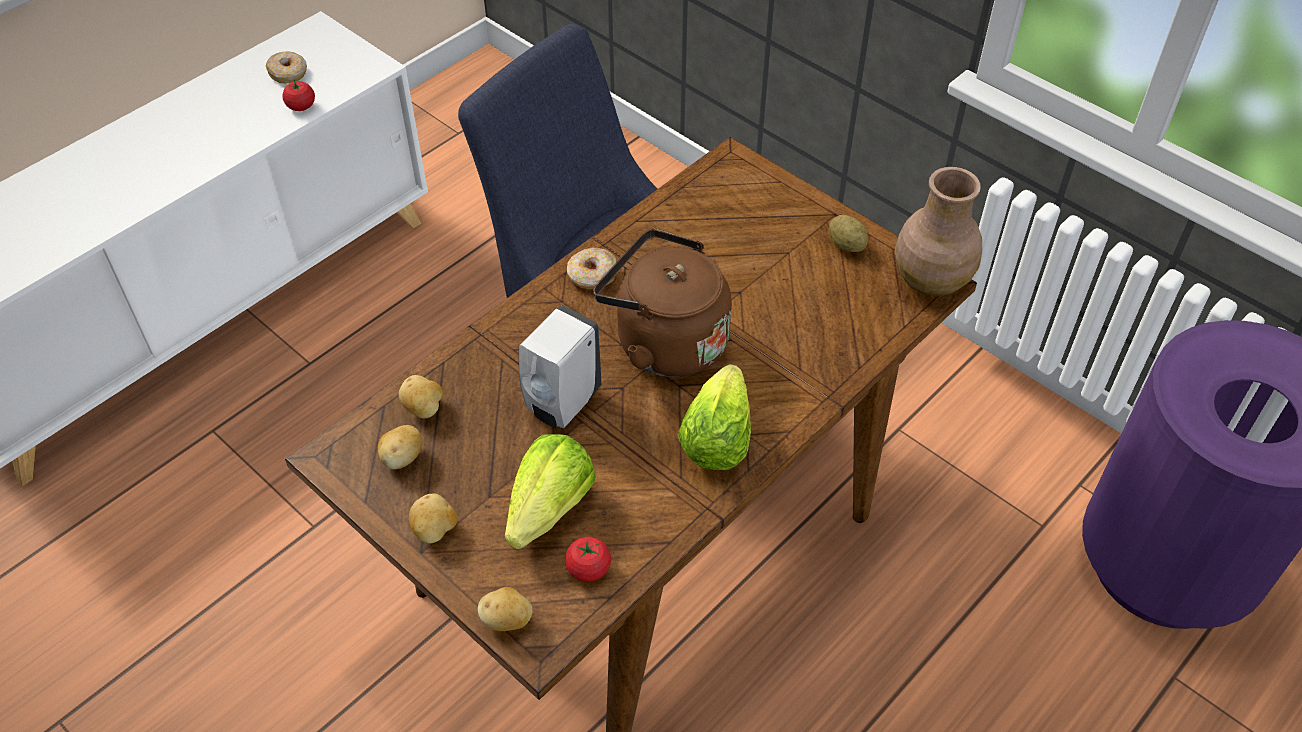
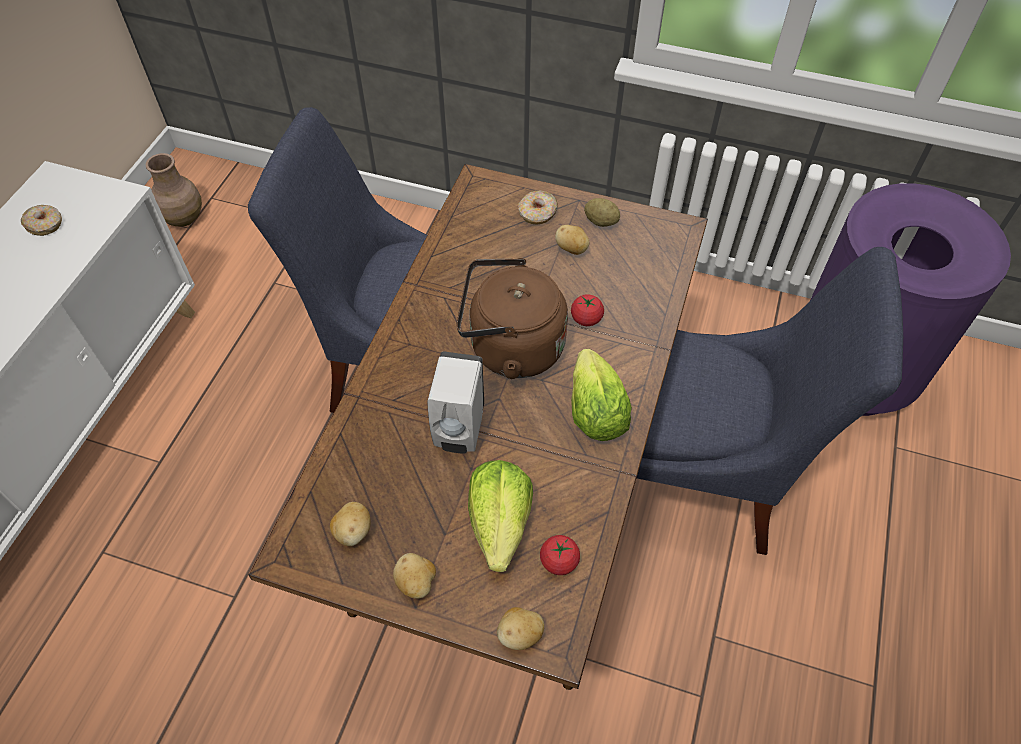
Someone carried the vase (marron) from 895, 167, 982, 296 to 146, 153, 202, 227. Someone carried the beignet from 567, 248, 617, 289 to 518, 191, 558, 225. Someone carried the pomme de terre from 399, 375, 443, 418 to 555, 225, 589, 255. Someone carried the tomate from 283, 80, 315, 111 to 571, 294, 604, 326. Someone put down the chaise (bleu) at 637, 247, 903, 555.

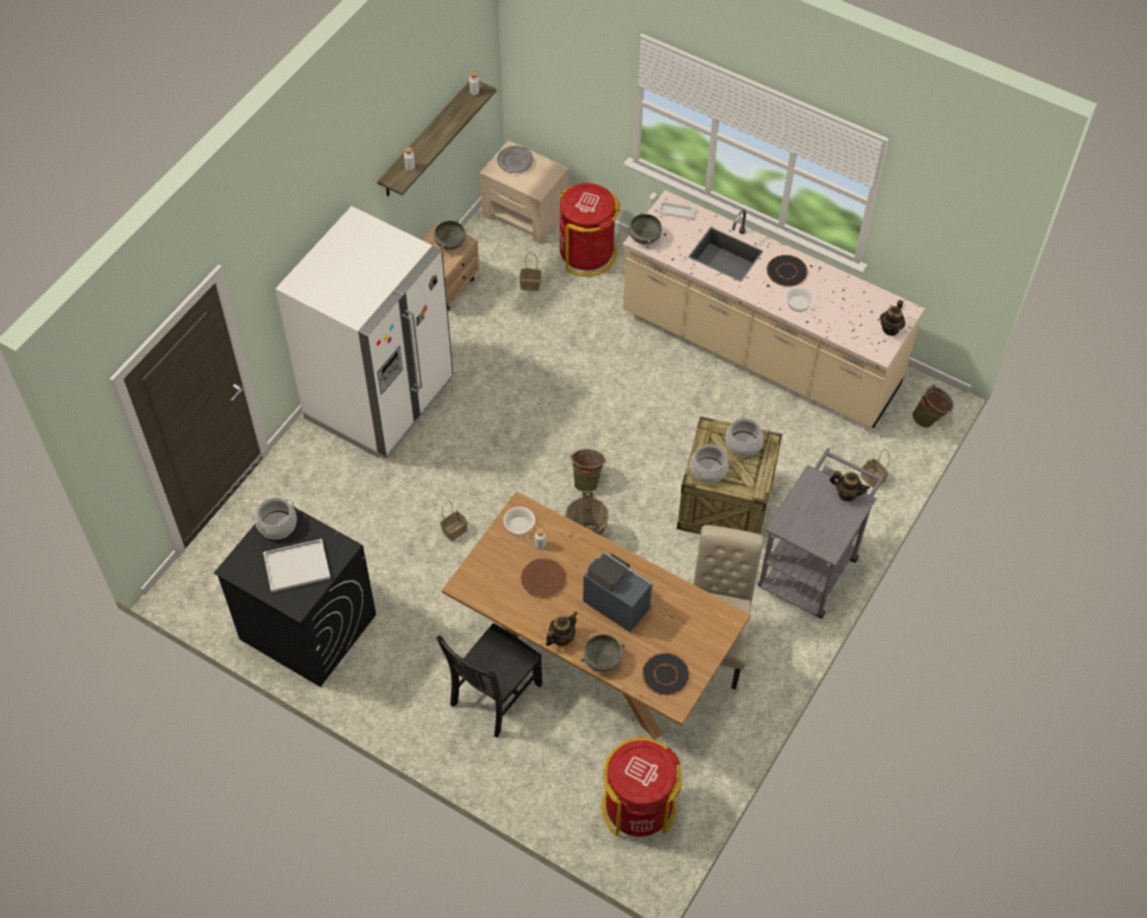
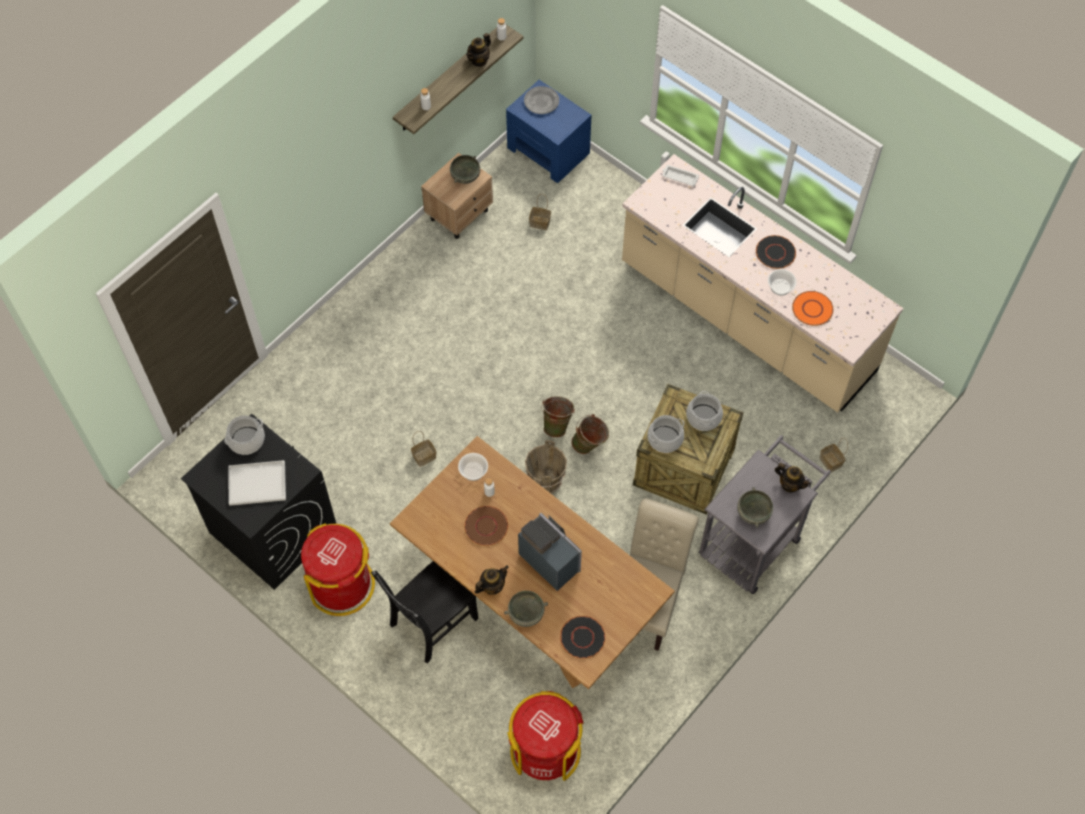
Someone carried the poubelle (rouge) from 560, 183, 620, 276 to 301, 523, 375, 616. Someone carried the théière from 880, 300, 905, 336 to 466, 33, 491, 67. Someone repainted the table de chevet (beige) at 480, 140, 569, 244, which became the table de chevet (bleu) at 506, 80, 592, 183. Someone carried the seau (vert) from 912, 384, 953, 428 to 571, 414, 609, 454. Someone carried the bol (gris) from 629, 213, 662, 245 to 737, 487, 773, 528. Someone put down the assiette (orange) at 792, 291, 833, 326. Someone took away the réfrigérateur (blanc) at 275, 206, 453, 460.

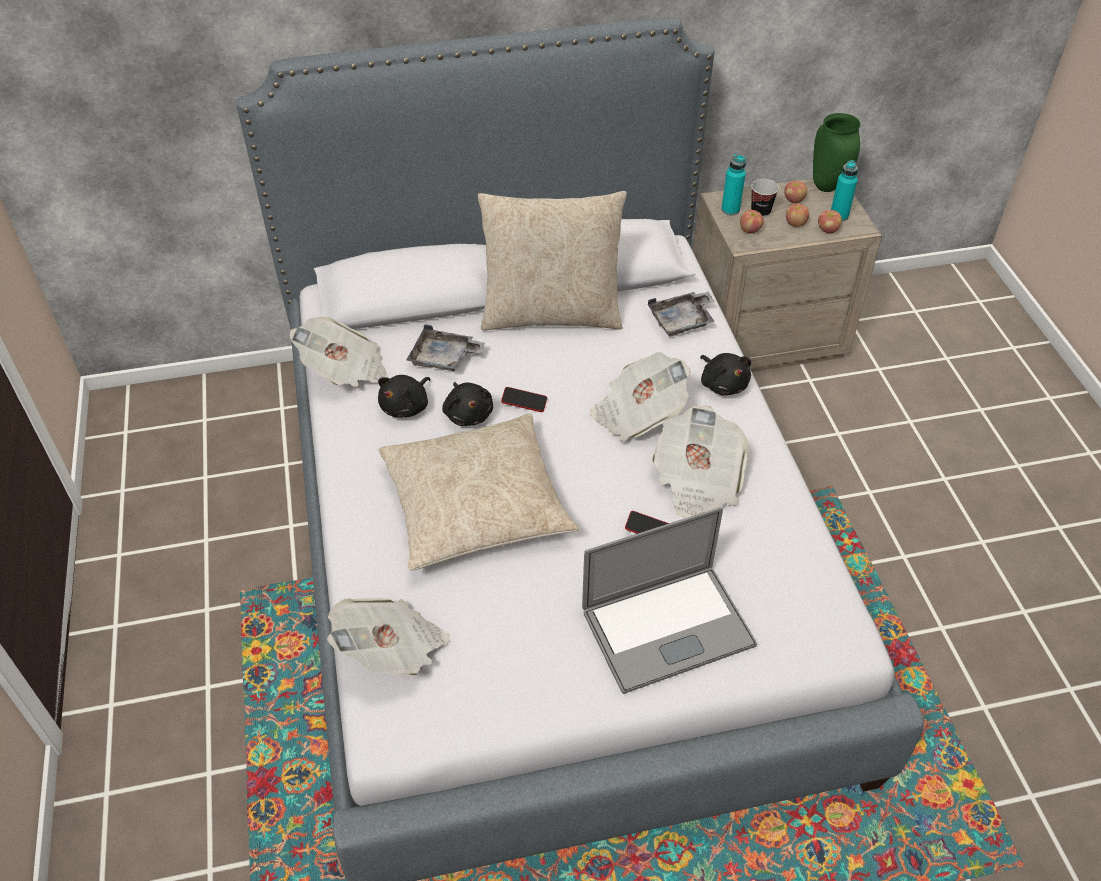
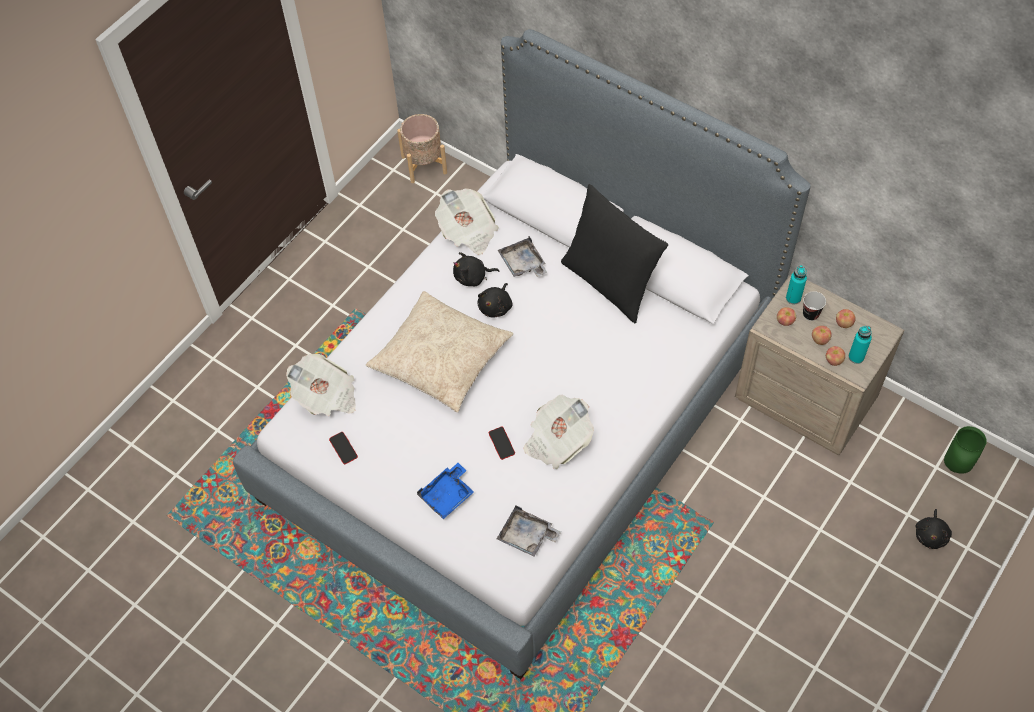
Someone carried the téléphone from 501, 387, 547, 412 to 329, 432, 358, 464. Someone put down the cache-pot (beige) at 397, 114, 447, 183. Someone swapped the ordinateur portable at 582, 507, 757, 694 for the plateau (bleu) at 417, 463, 474, 519. Someone carried the plateau (gris) from 648, 292, 714, 336 to 497, 505, 561, 556. Someone repainted the coussin (beige) at 478, 191, 627, 331, which became the coussin (noir) at 561, 184, 668, 323. Someone carried the peluche (noir) from 700, 353, 751, 395 to 916, 509, 952, 549. Someone carried the vase (vert) from 813, 113, 860, 192 to 944, 426, 987, 473. Someone took away the journal at 590, 352, 691, 442.

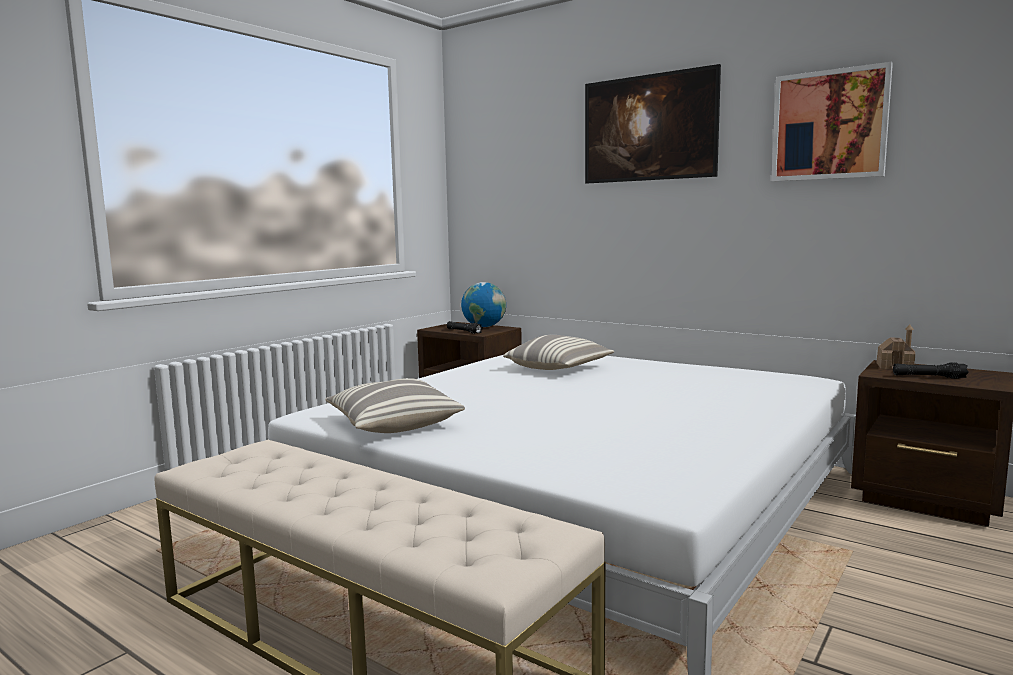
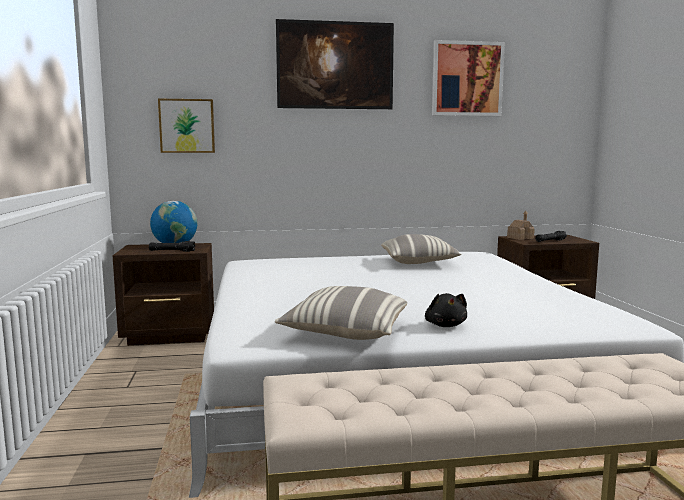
Someone put up the tableau at 158, 99, 215, 153. Someone carried the coussin from 503, 335, 614, 370 to 381, 234, 462, 264. Someone put down the peluche (noir) at 425, 293, 467, 327.

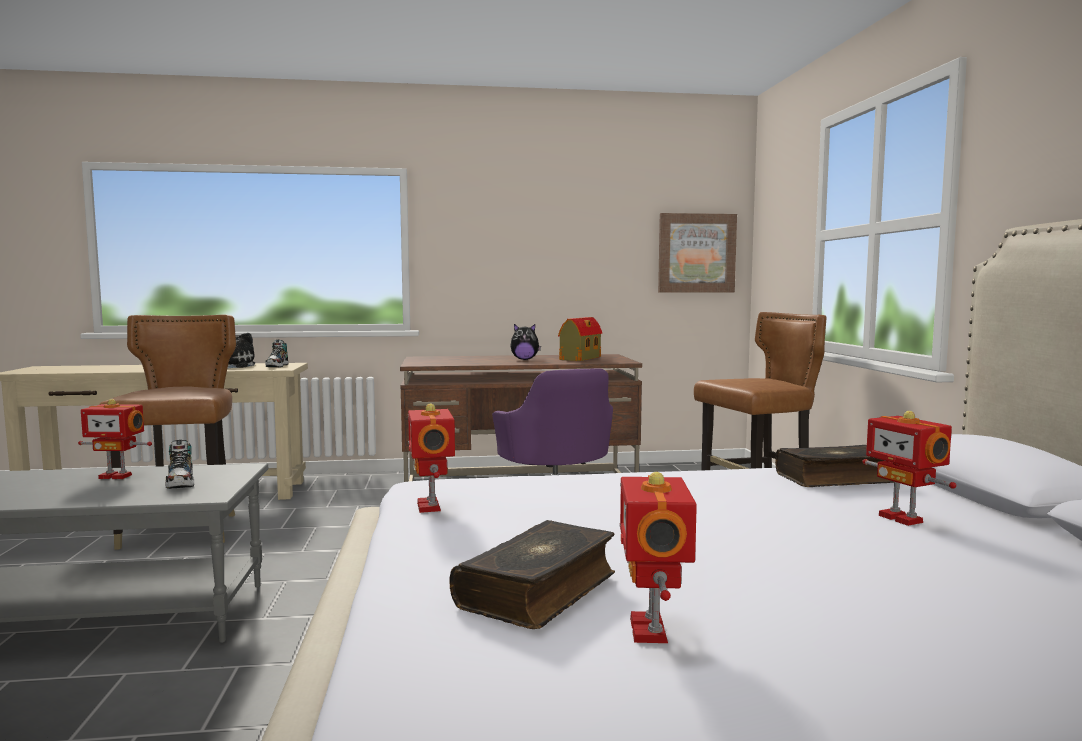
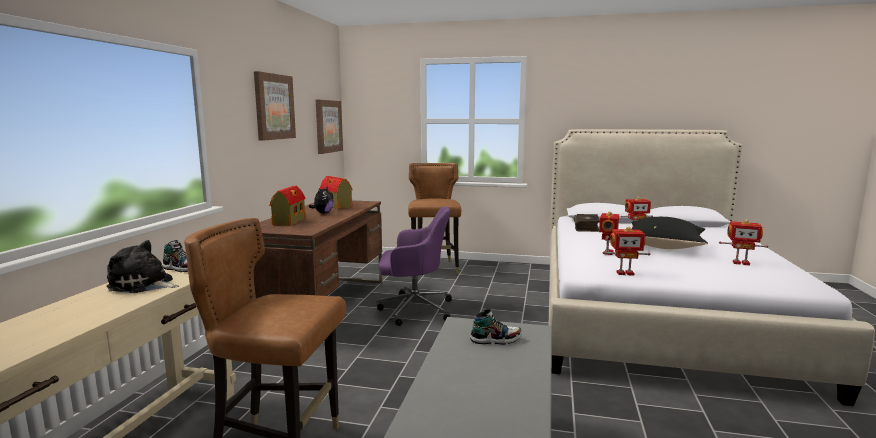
Someone put up the tableau at 254, 71, 296, 141. Someone put down the maison miniature at 270, 186, 305, 226. Someone carried the robot jouet from 78, 399, 152, 479 to 599, 211, 619, 255. Someone put down the coussin (noir) at 631, 217, 708, 249. Someone took away the livre at 449, 520, 615, 629.

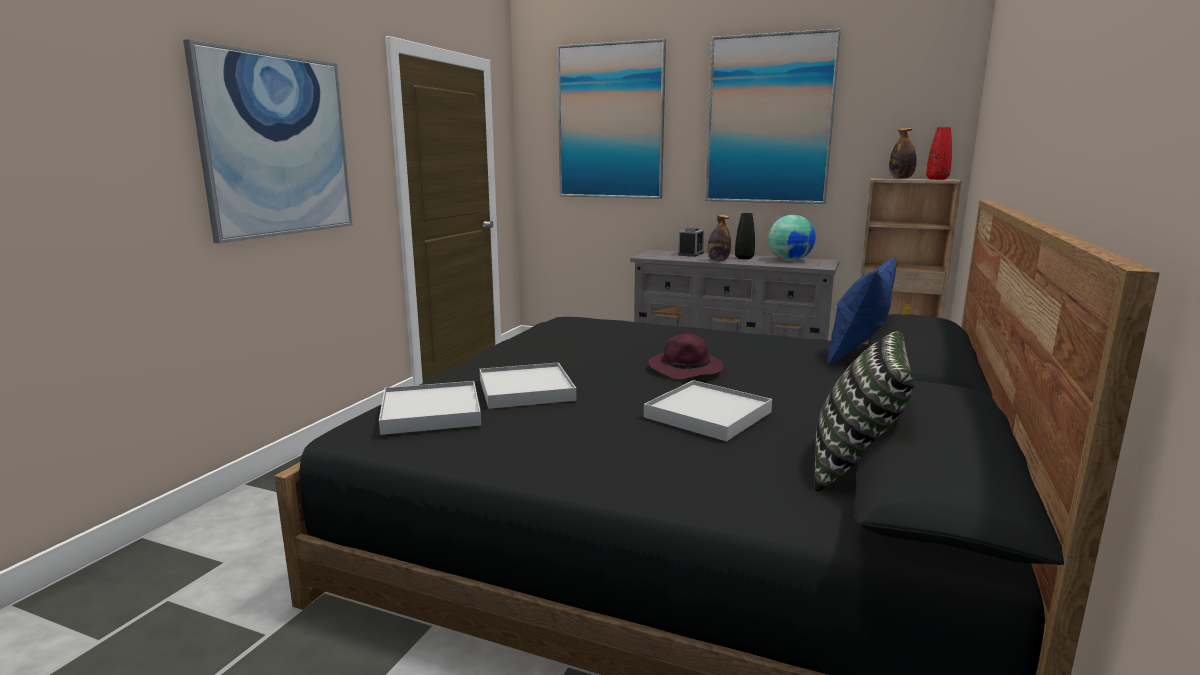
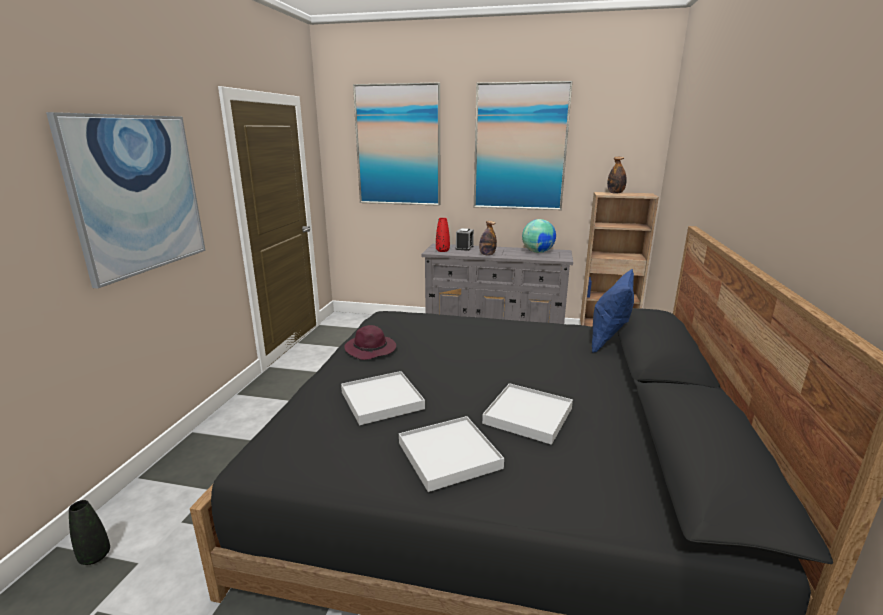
Someone carried the vase (noir) from 735, 213, 755, 259 to 69, 500, 110, 565. Someone carried the chapeau (violet) from 649, 334, 724, 380 to 344, 325, 396, 360. Someone carried the plateau (blanc) from 379, 381, 481, 435 to 399, 416, 504, 492. Someone carried the vase (rouge) from 926, 127, 952, 180 to 436, 218, 450, 252. Someone took away the coussin at 814, 331, 915, 493.

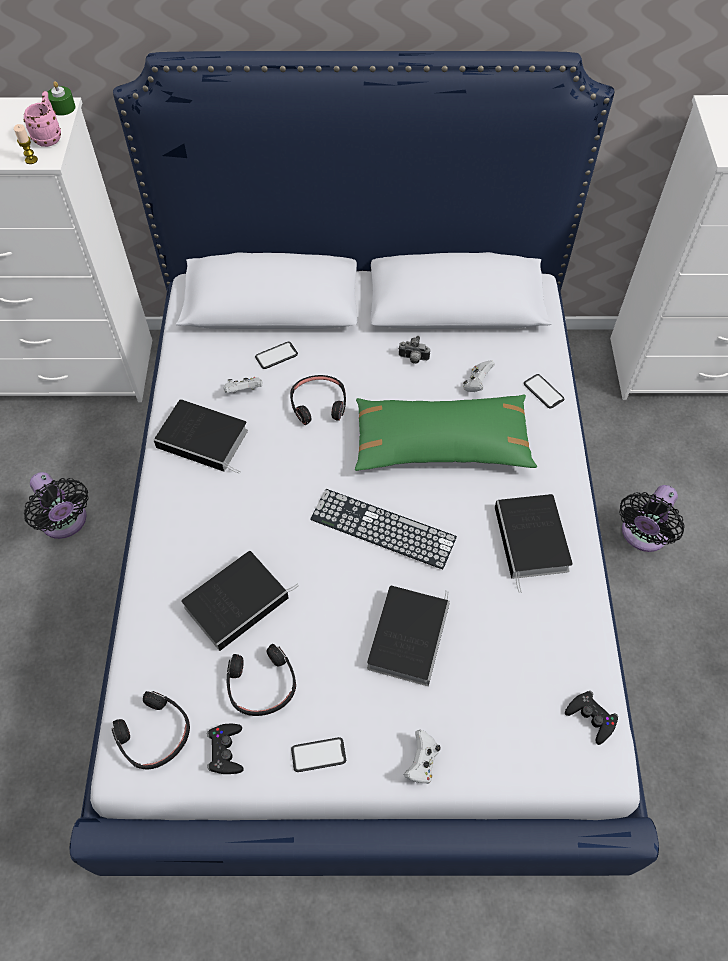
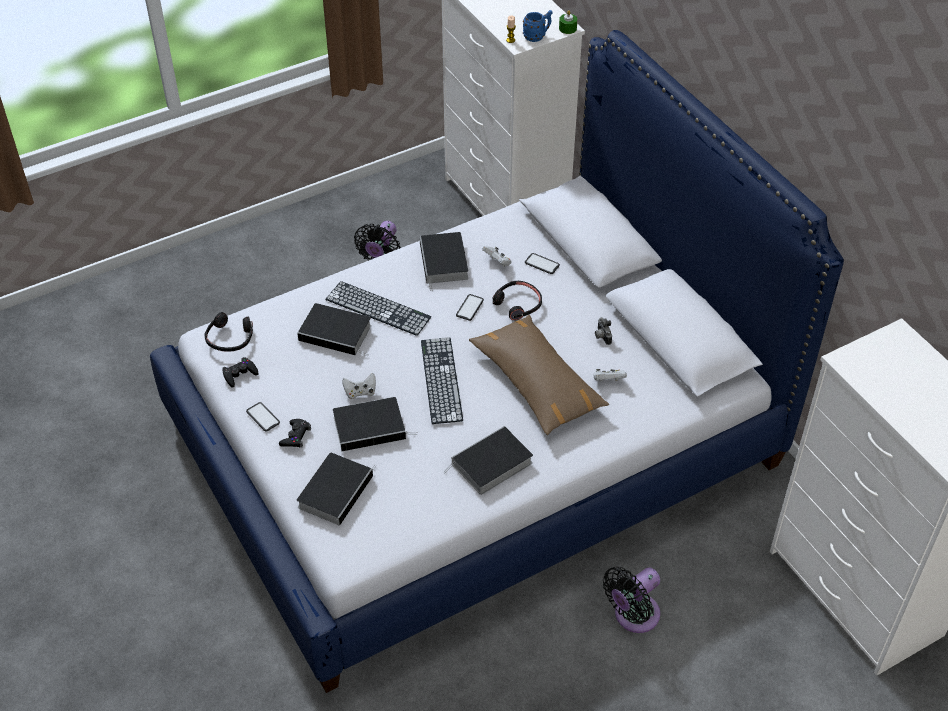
Someone carried the manette (noir) from 565, 691, 618, 745 to 279, 419, 311, 447. Someone put down the livre at 297, 452, 376, 526. Someone put down the clavier at 325, 281, 431, 336. Someone carried the manette (blanc) from 404, 730, 441, 784 to 342, 373, 376, 399. Someone carried the téléphone from 524, 374, 564, 409 to 456, 294, 484, 321. Someone repainted the coussin (vert) at 355, 394, 537, 471, which became the coussin (marron) at 469, 315, 609, 435. Someone repainted the mug (rose) at 24, 91, 61, 147, which became the mug (bleu) at 523, 10, 553, 42. Someone rotated the ventilateur (noir) at 619, 485, 685, 552 by 45 degrees counterclockwise. Someone took away the casque audio (noir) at 227, 644, 296, 716.

